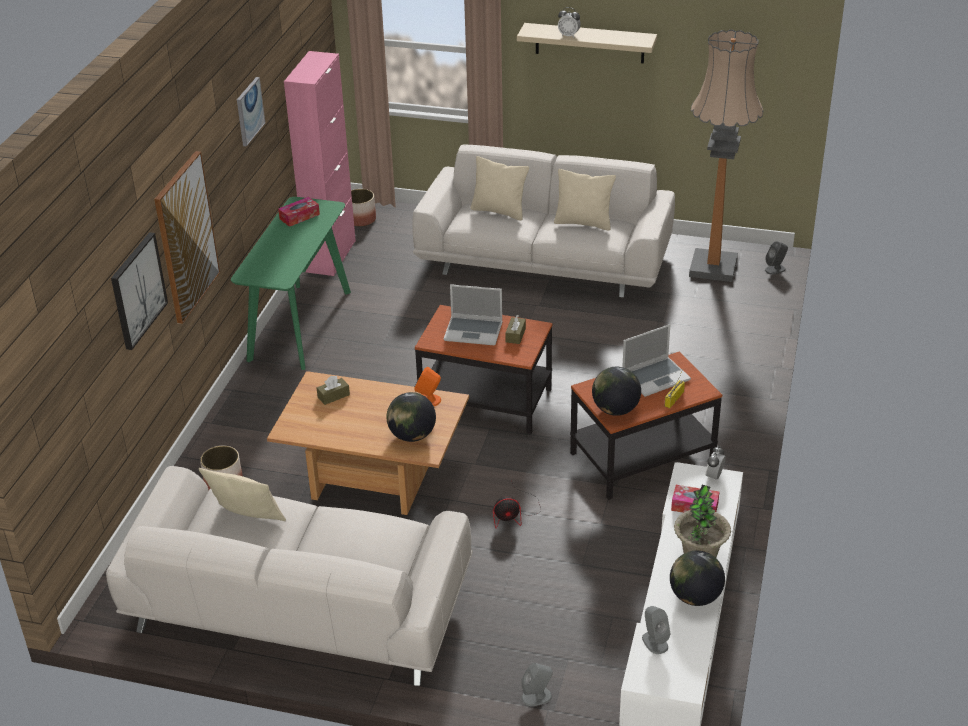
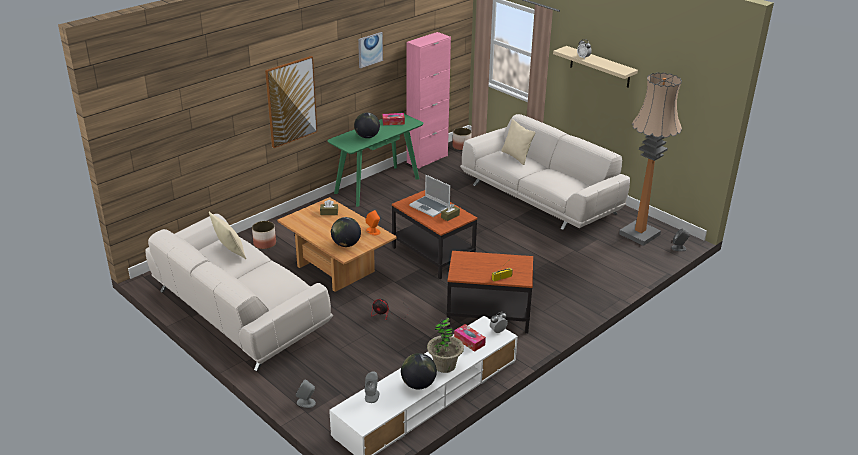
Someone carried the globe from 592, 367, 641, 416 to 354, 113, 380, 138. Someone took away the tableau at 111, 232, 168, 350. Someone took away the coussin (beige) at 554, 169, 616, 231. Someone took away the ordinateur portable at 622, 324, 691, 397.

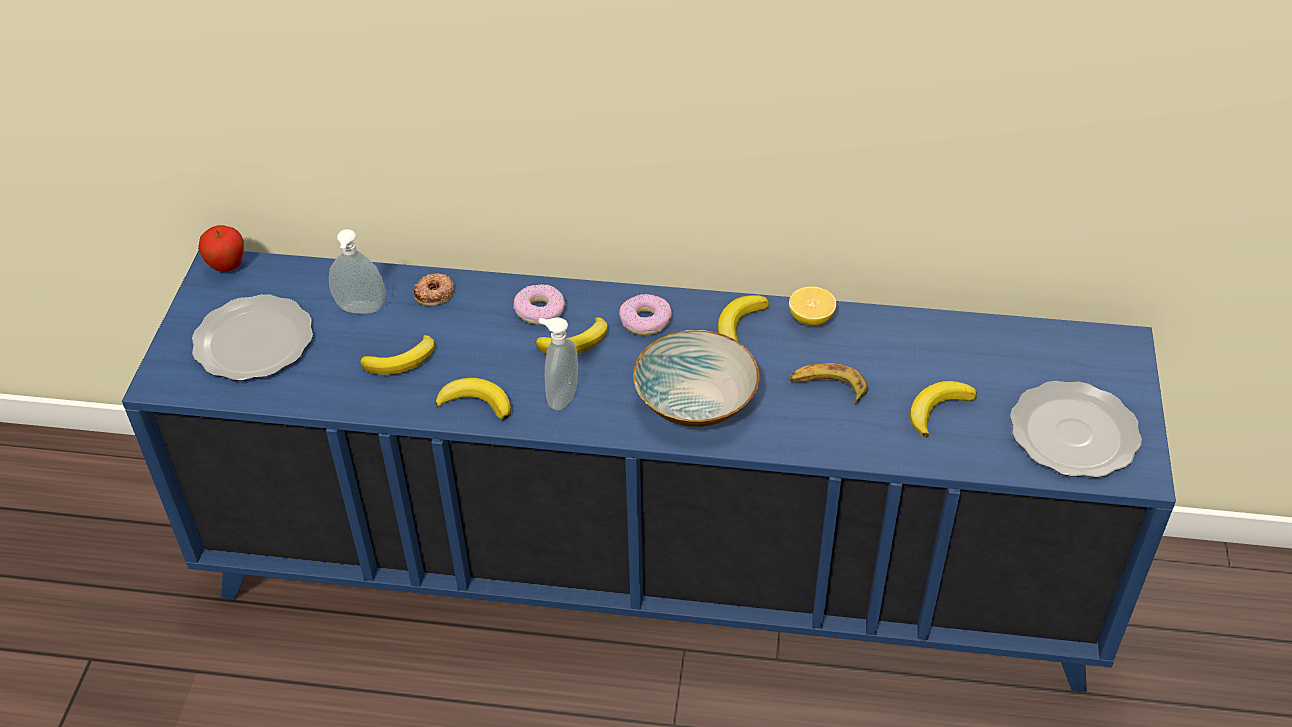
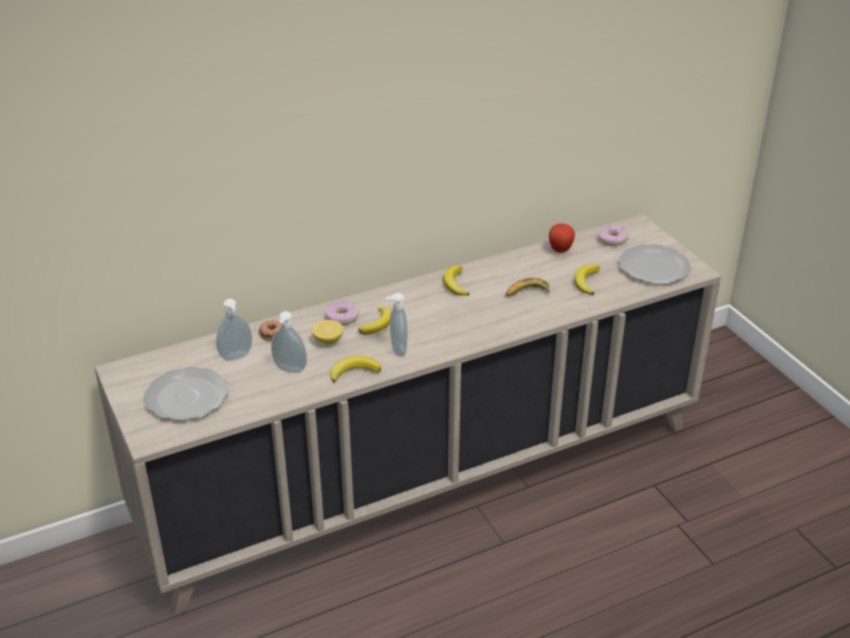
Someone repainted the meuble de rangement (bleu) at 122, 251, 1176, 692, which became the meuble de rangement (beige) at 94, 214, 721, 616. Someone swapped the banane at 360, 335, 435, 375 for the distributeur de savon at 271, 311, 307, 373. Someone carried the citron from 789, 286, 836, 326 to 312, 320, 343, 344. Someone carried the pomme from 198, 225, 244, 272 to 549, 224, 575, 253. Someone carried the beignet from 619, 294, 672, 335 to 598, 225, 628, 246. Someone took away the bol at 633, 330, 759, 427.

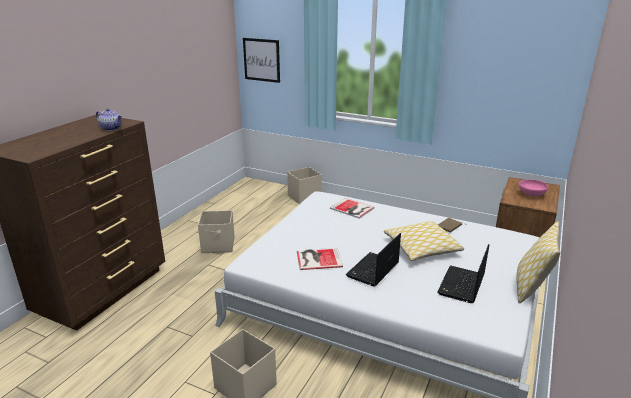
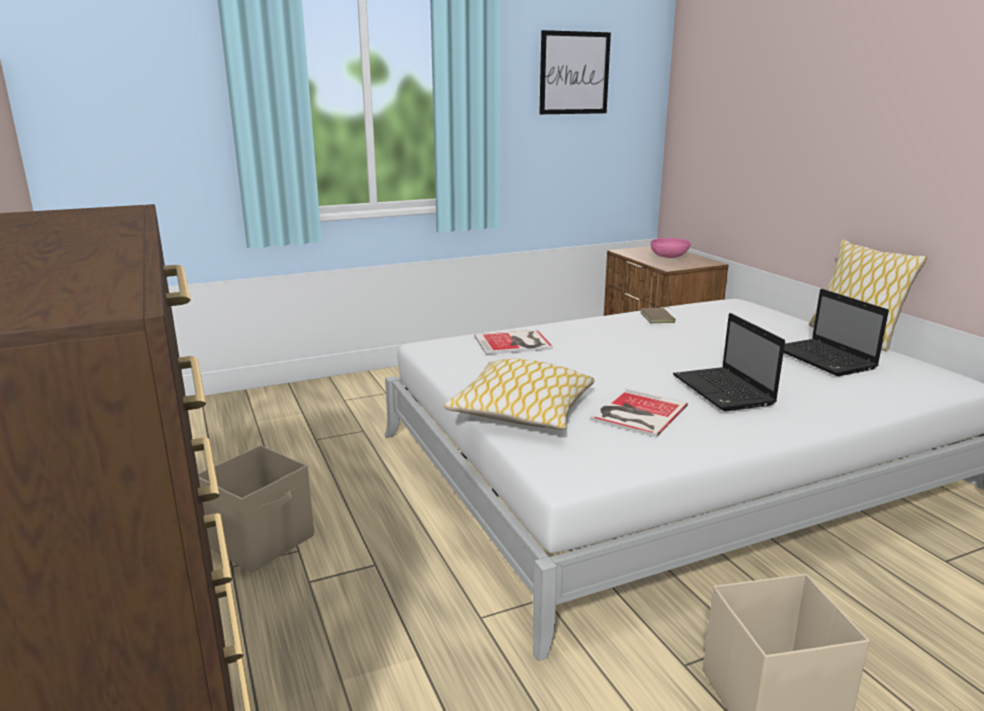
Someone carried the coussin from 384, 221, 464, 261 to 444, 358, 594, 430. Someone carried the tableau from 243, 38, 280, 83 to 539, 30, 611, 114. Someone took away the théière at 96, 108, 123, 131. Someone took away the boîte de rangement (beige) at 287, 167, 321, 204.

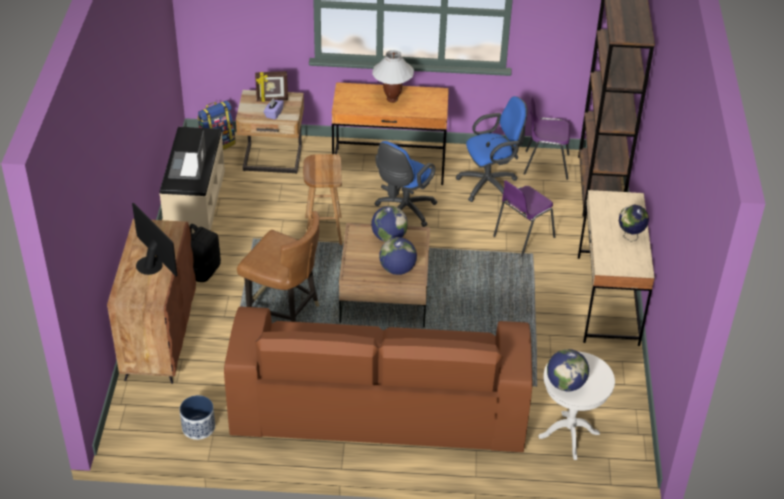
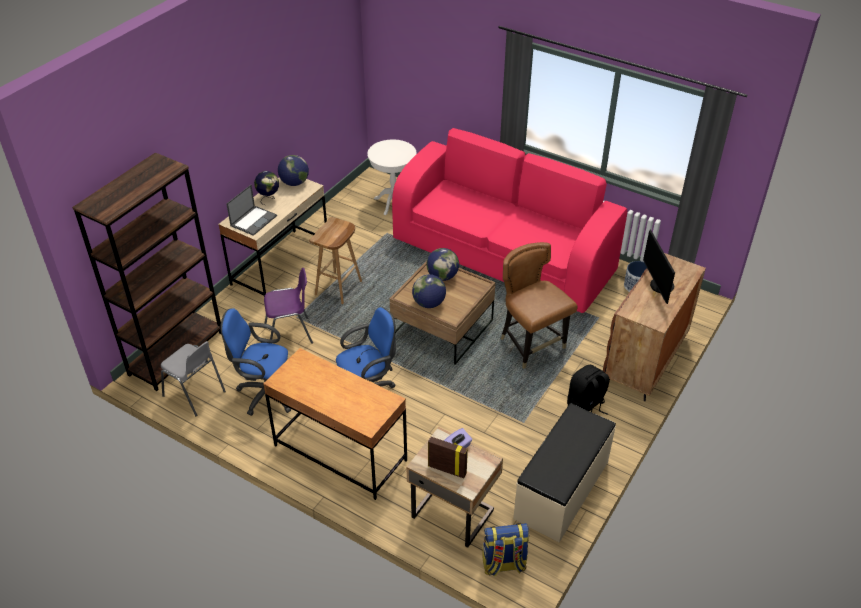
Someone repainted the chaise (violet) at 523, 97, 570, 180, which became the chaise (gris) at 161, 341, 226, 416. Someone carried the ordinateur portable from 168, 131, 206, 180 to 227, 185, 277, 236. Someone carried the globe from 547, 349, 589, 391 to 278, 155, 309, 186. Someone carried the tabouret (marron) from 303, 154, 342, 245 to 309, 217, 362, 304. Someone repainted the canapé (marron) at 224, 307, 532, 452, which became the canapé (rose) at 392, 128, 627, 313. Someone took away the lampe de table (blanc) at 372, 50, 414, 103.

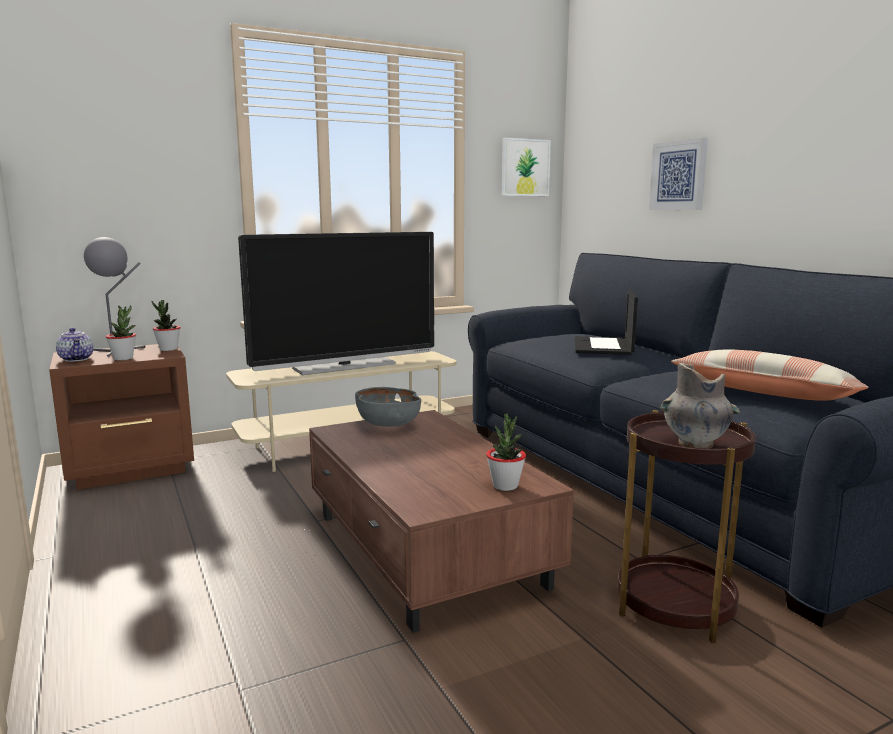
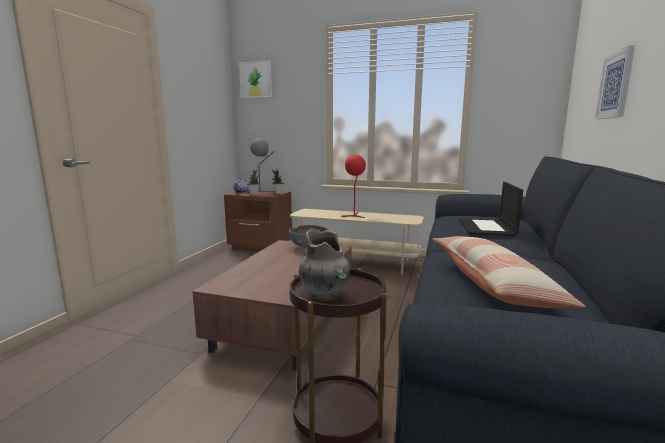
Someone carried the tableau from 502, 138, 551, 196 to 239, 60, 272, 98. Someone swapped the téléviseur at 238, 232, 434, 375 for the lampe de table (rouge) at 342, 155, 366, 218. Someone rotated the ordinateur portable at 575, 289, 638, 355 by 45 degrees counterclockwise. Someone took away the plante en pot at 486, 413, 526, 491.

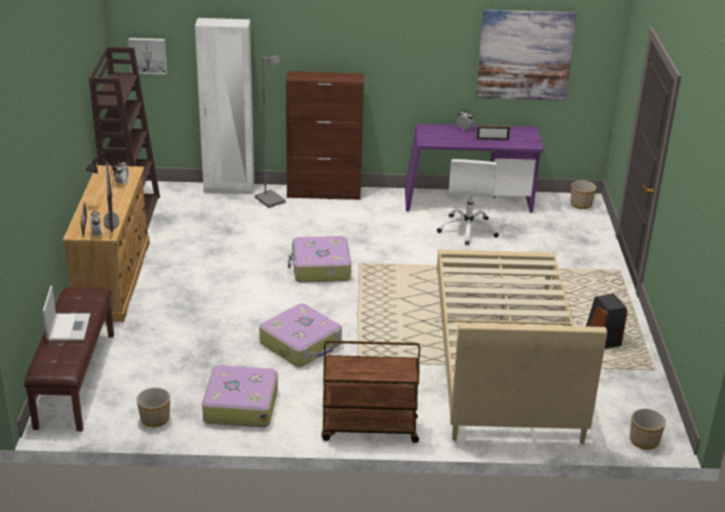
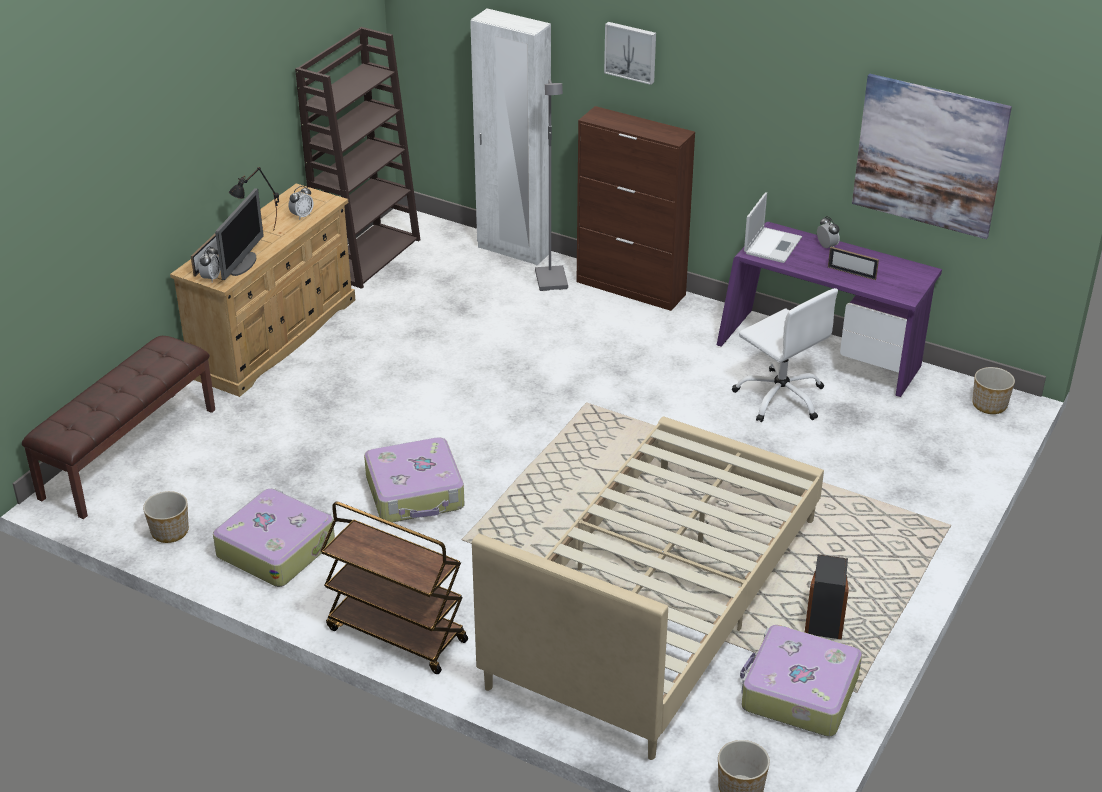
Someone carried the tableau from 128, 38, 167, 75 to 604, 22, 656, 85. Someone rotated the chaise de bureau (blanc) at 437, 159, 499, 246 by 75 degrees counterclockwise. Someone carried the valise from 288, 236, 351, 283 to 740, 625, 862, 737. Someone carried the ordinateur portable from 42, 286, 90, 341 to 744, 192, 802, 263.

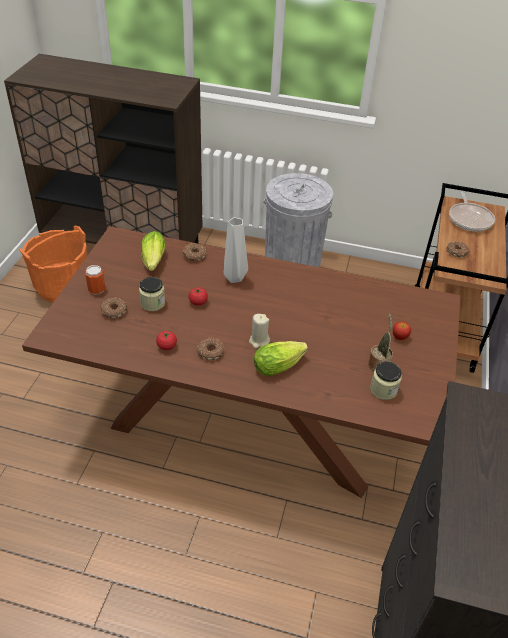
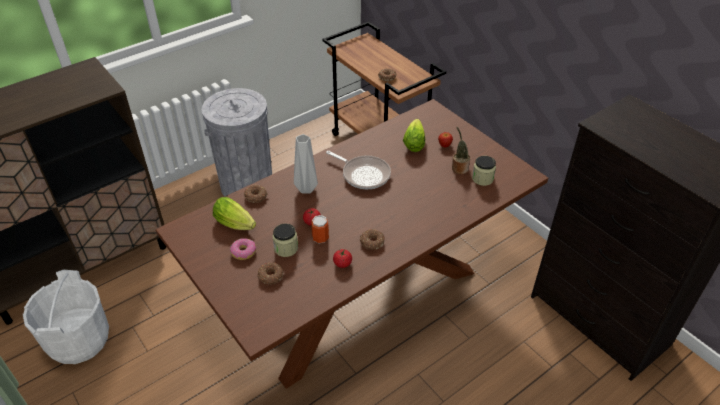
Someone repainted the seau (orange) at 19, 225, 87, 303, which became the seau (blanc) at 23, 270, 109, 364. Someone put down the beignet at 230, 238, 256, 260. Someone carried the boîte métallique from 85, 265, 105, 295 to 311, 215, 329, 243. Someone carried the poêle from 449, 190, 495, 231 to 326, 151, 391, 189. Someone carried the laitue from 254, 341, 308, 376 to 403, 119, 425, 152. Someone took away the bougie (beige) at 249, 314, 270, 348.

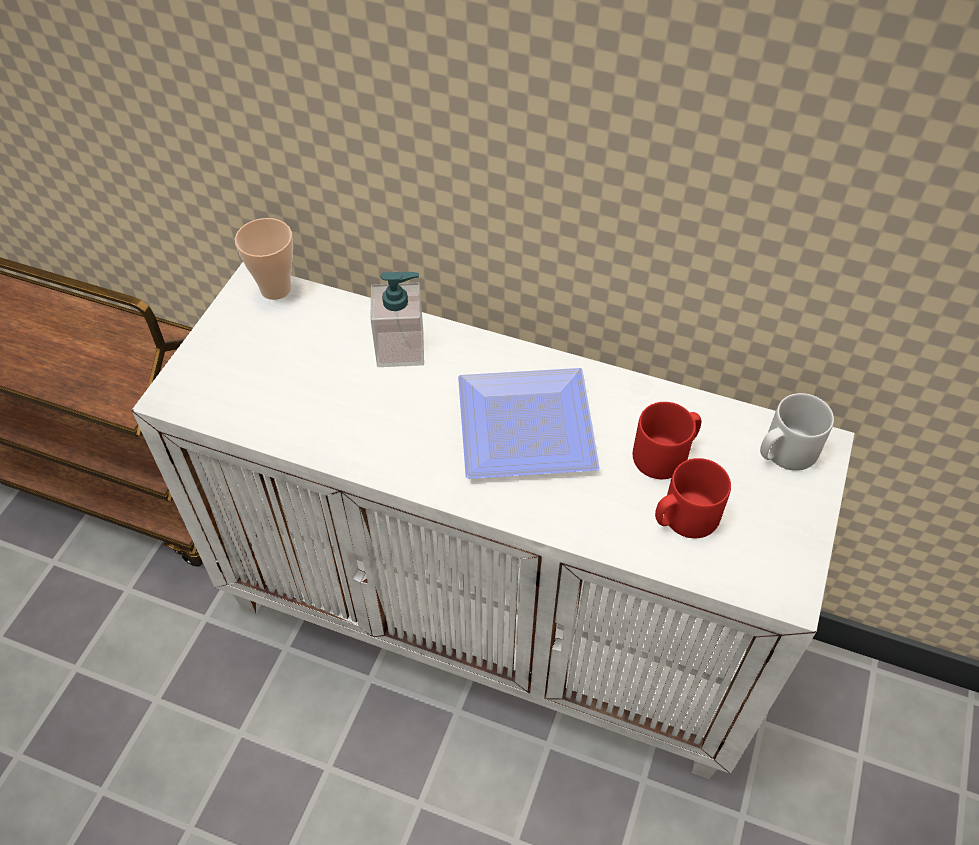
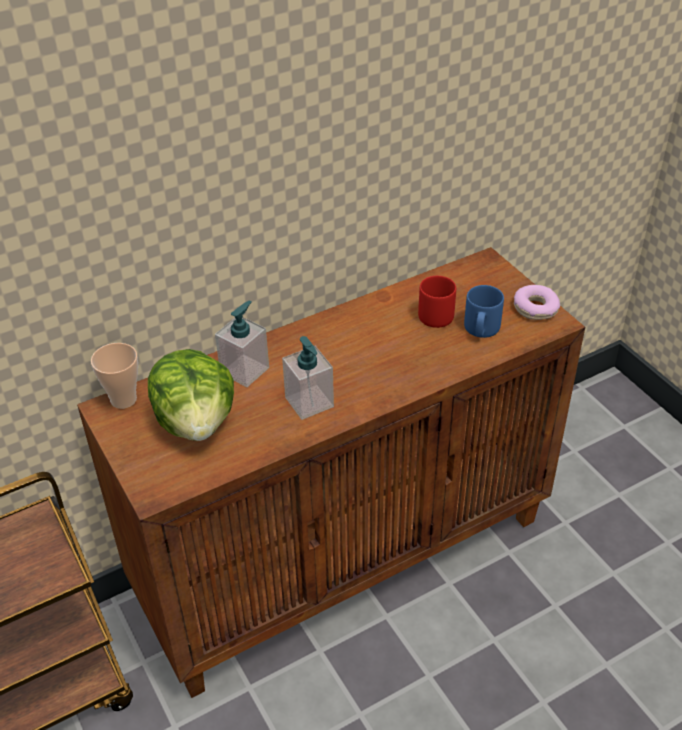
Someone repainted the meuble de rangement (blanc) at 132, 262, 855, 779, which became the meuble de rangement (marron) at 77, 247, 585, 698. Someone put down the laitue at 148, 349, 234, 441. Someone put down the distributeur de savon at 282, 336, 334, 420. Someone repainted the mug (rouge) at 655, 458, 731, 538, which became the mug (bleu) at 464, 285, 504, 338. Someone put down the beignet at 514, 285, 560, 320. Someone took away the assiette at 458, 368, 600, 479. Someone took away the mug (gris) at 760, 393, 834, 471.

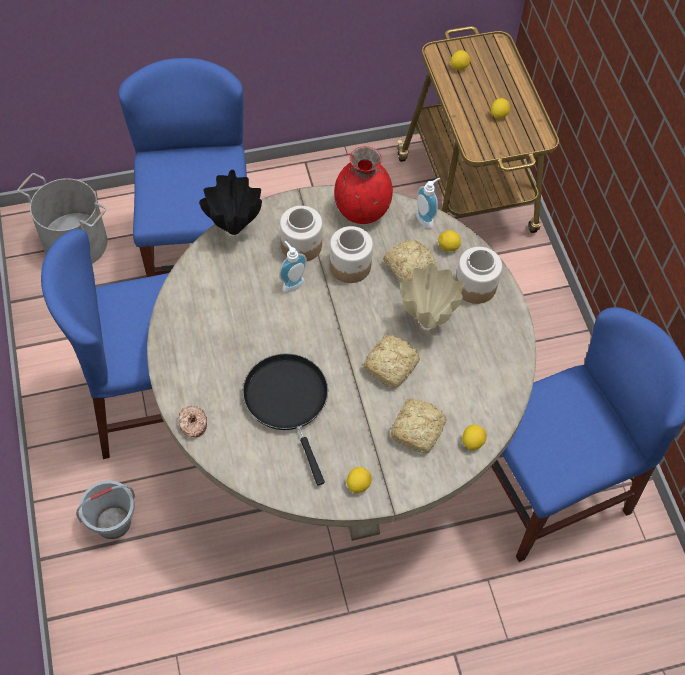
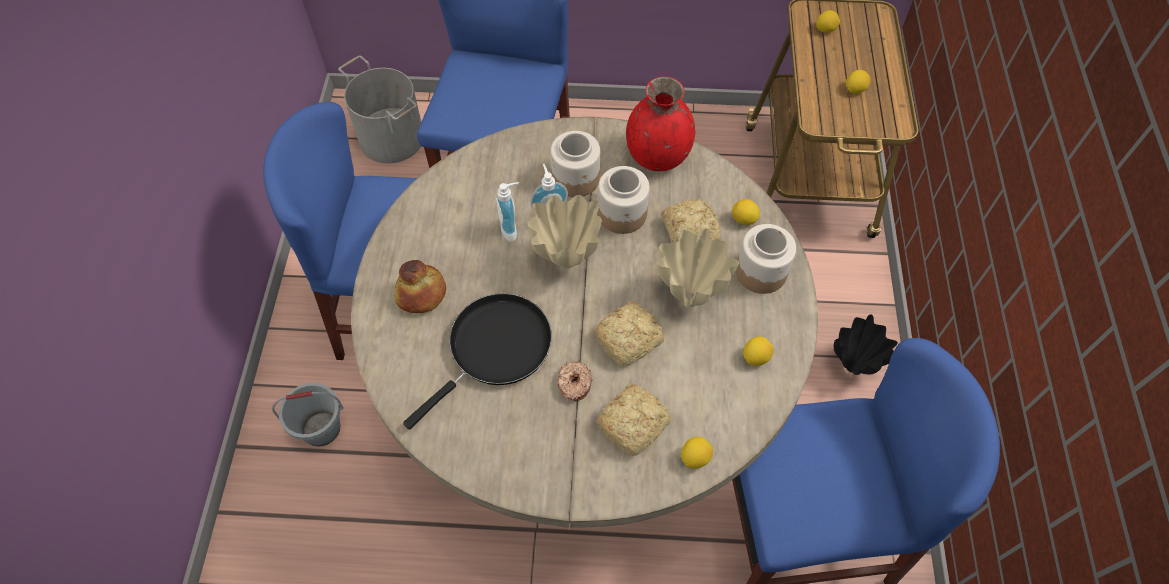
Someone put down the pain at 394, 260, 446, 313. Someone rotated the poêle (noir) at 243, 353, 328, 485 by 45 degrees clockwise. Someone carried the distributeur de savon from 416, 178, 441, 229 to 496, 182, 519, 242. Someone put down the vase (beige) at 527, 195, 602, 268. Someone carried the beignet from 179, 406, 207, 437 to 558, 361, 592, 401. Someone carried the citron from 347, 467, 372, 493 to 743, 336, 774, 366. Someone carried the vase (noir) from 199, 170, 262, 235 to 833, 314, 898, 375.

